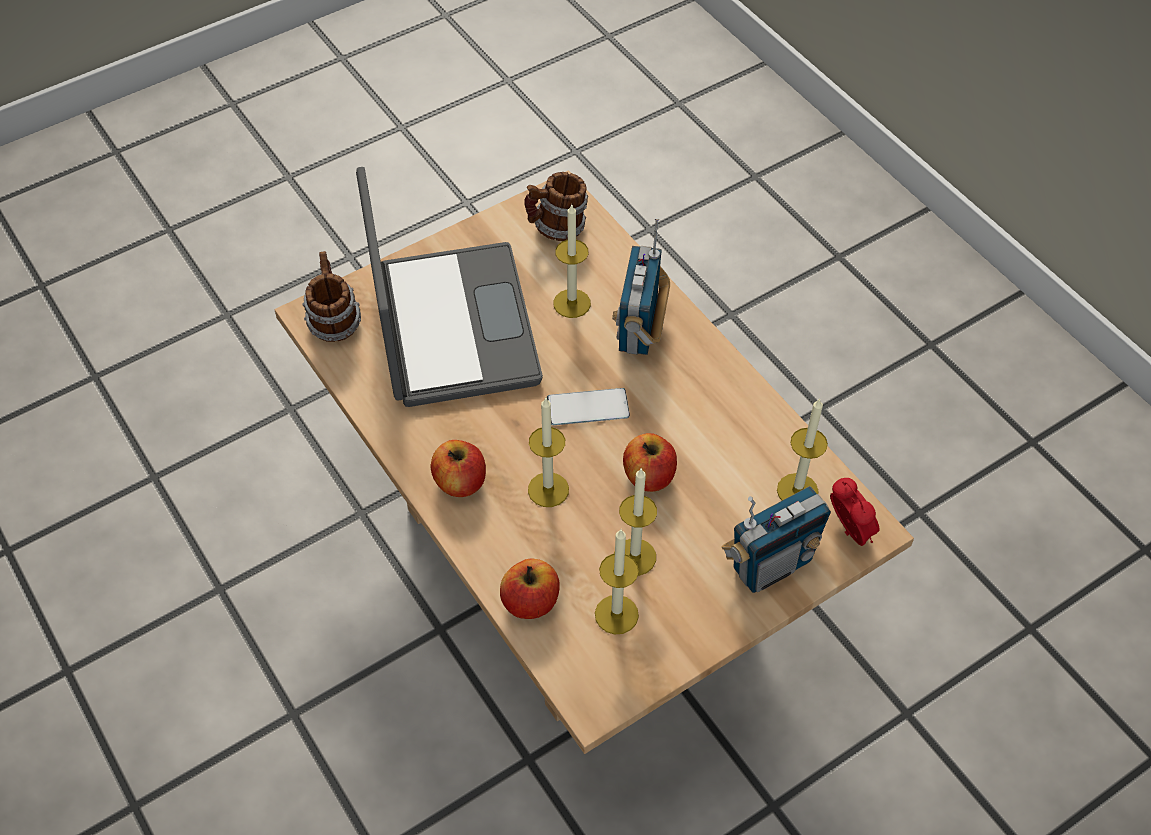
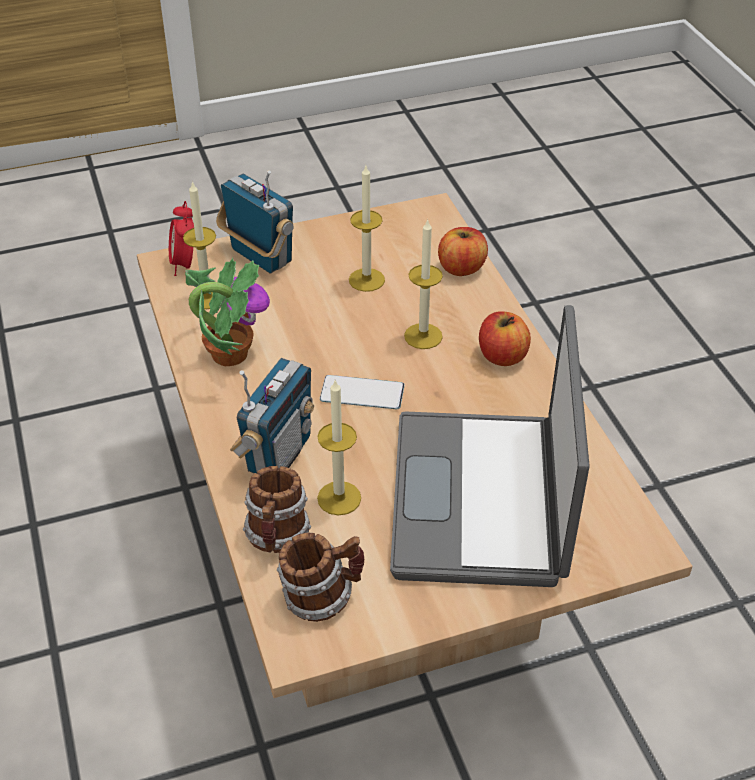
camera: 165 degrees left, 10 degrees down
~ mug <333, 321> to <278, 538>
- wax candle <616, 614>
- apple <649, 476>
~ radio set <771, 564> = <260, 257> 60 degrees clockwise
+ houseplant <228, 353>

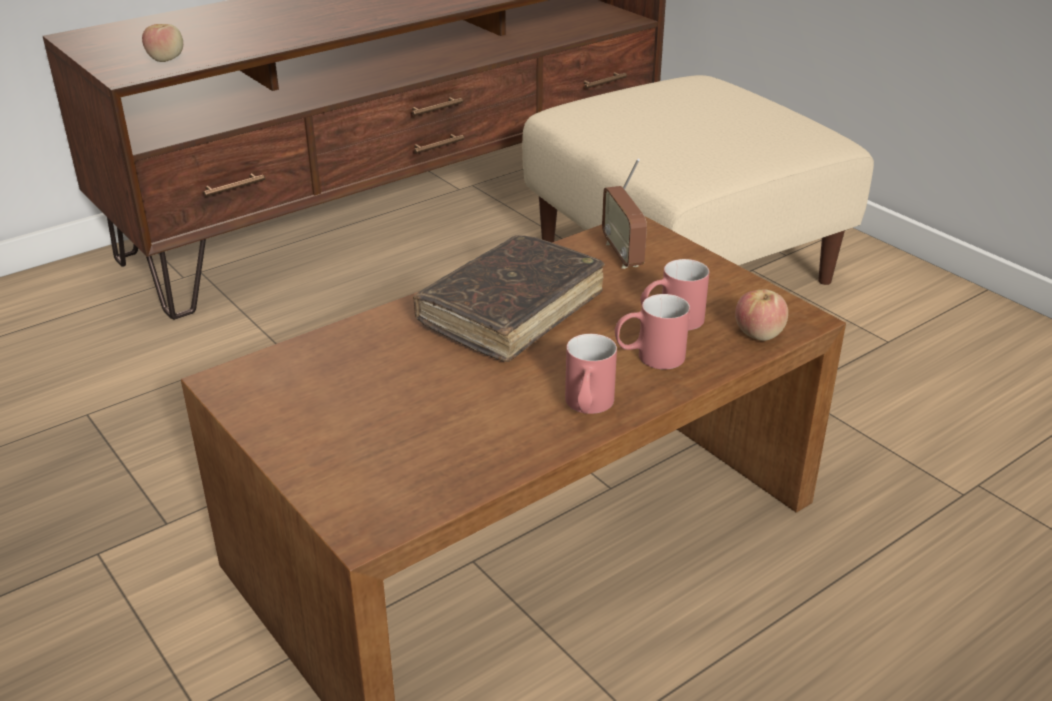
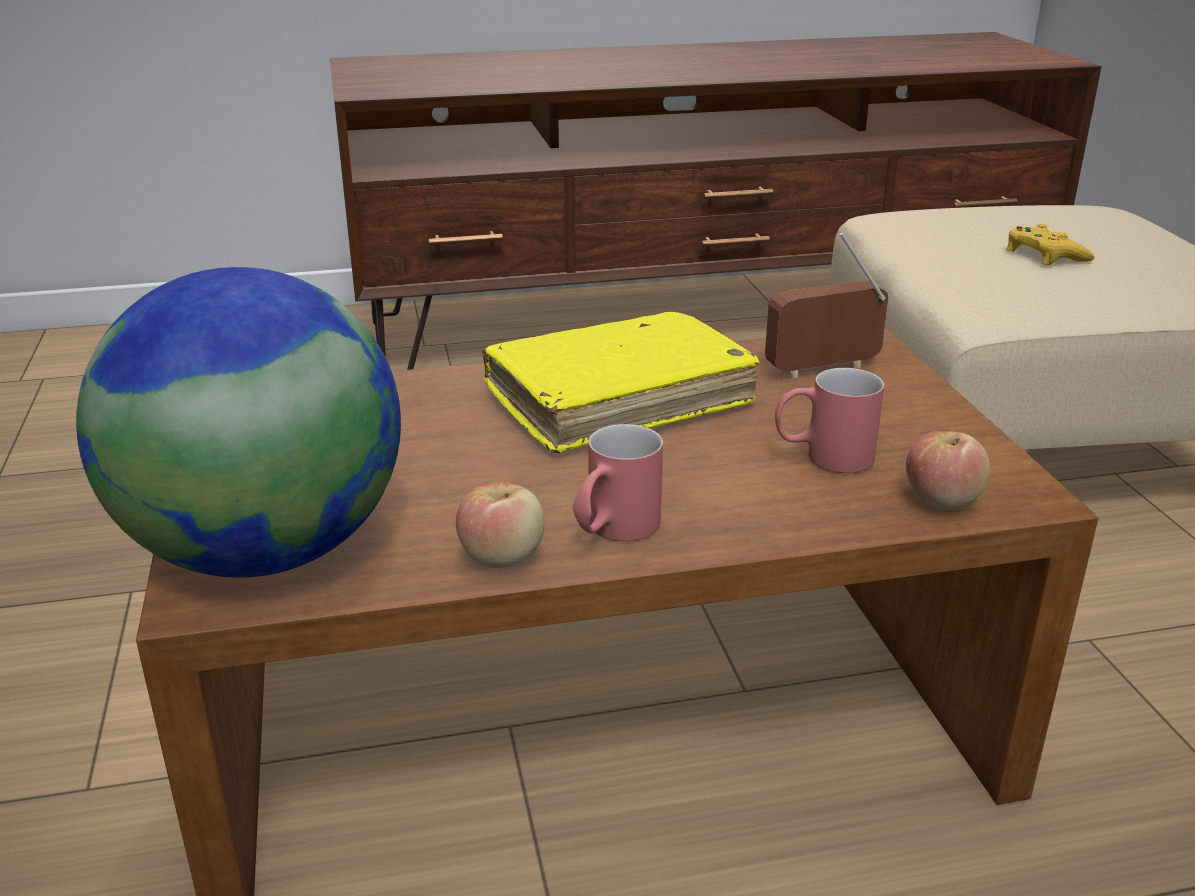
camera: 25 degrees right, 5 degrees down
~ apple <166, 59> to <502, 557>
~ brown-coloured bound book <511, 311> to yellow bound book <619, 400>
~ radio set <623, 254> = <822, 369> 60 degrees clockwise
- red-coloured mug <649, 357>
+ world globe <265, 551>
+ yellow gamepad <1044, 255>

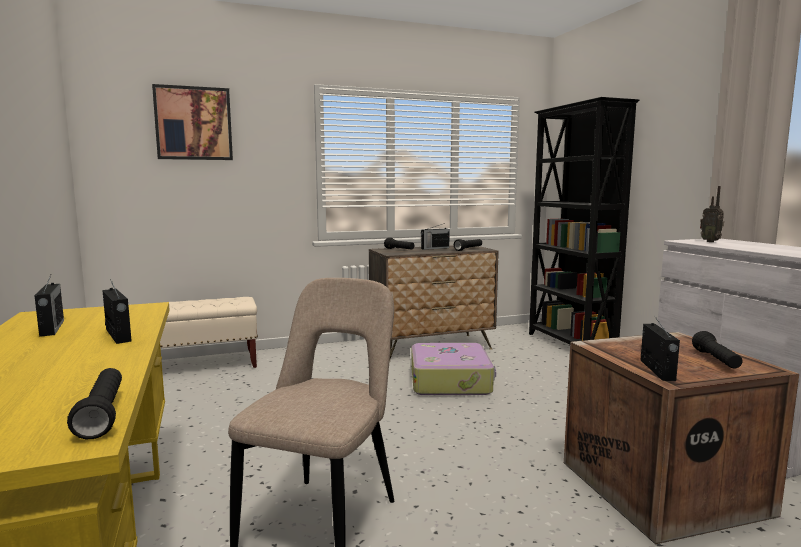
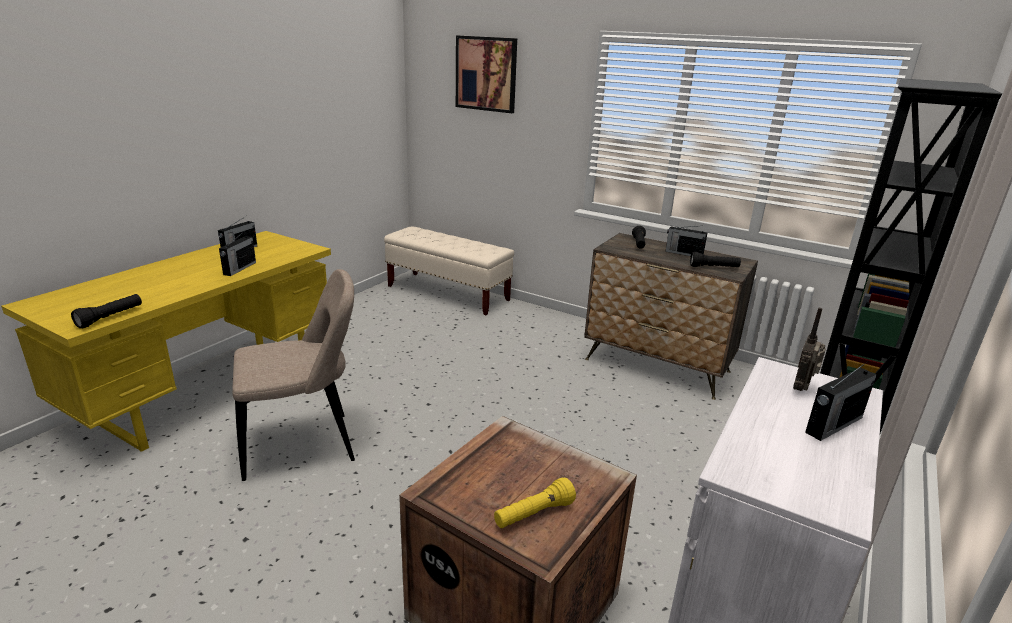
camera: 50 degrees right, 15 degrees up
- suitcase <451, 381>
~ radio set <657, 370> to <833, 425>
~ blackish hand torch <716, 360> to yellow hand torch <533, 514>

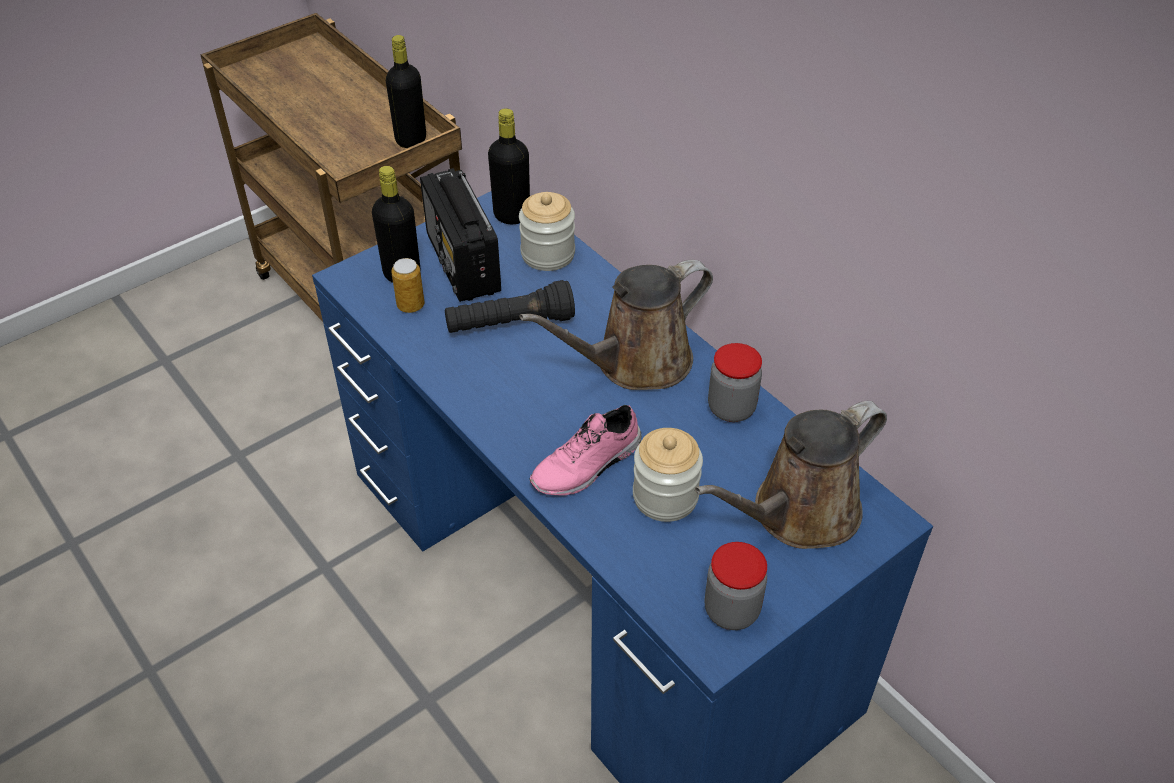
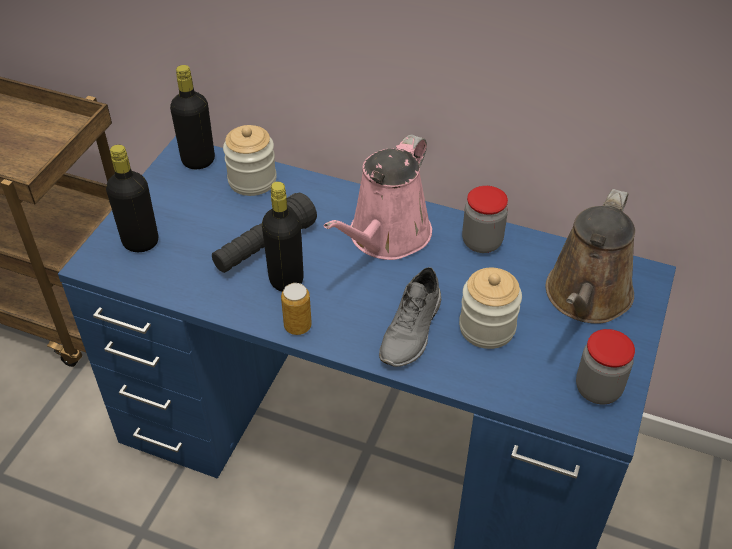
camera: 30 degrees left, 0 degrees up
~ blackish drink bottle <411, 139> to <286, 280>
~ metal can <410, 305> to <297, 326>
- radio set <463, 264>
~ brown-coloured watering can <635, 362> to pink-coloured watering can <386, 237>
~ pink-coloured low shoe <588, 466> to gray low shoe <412, 331>

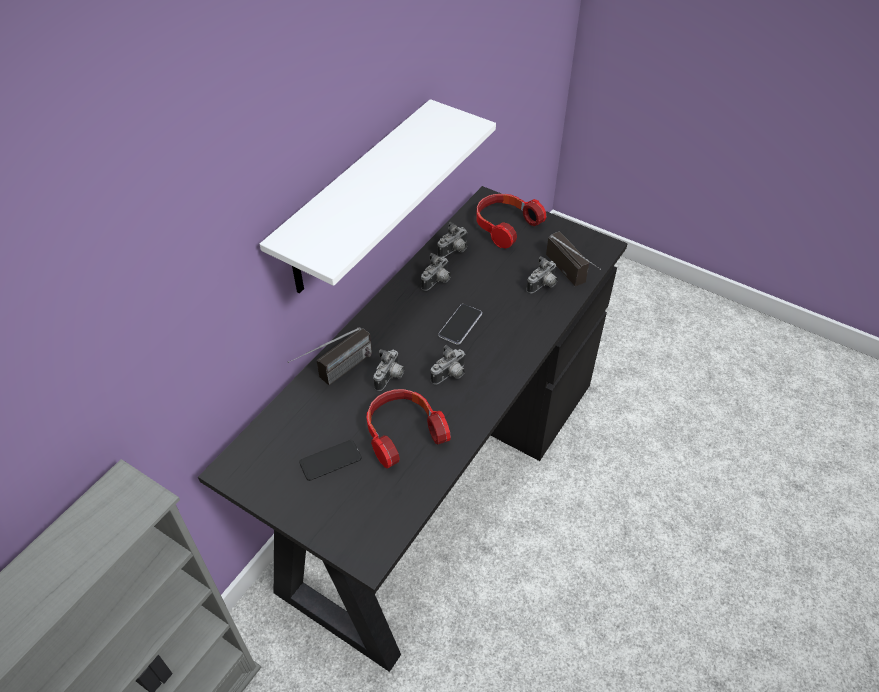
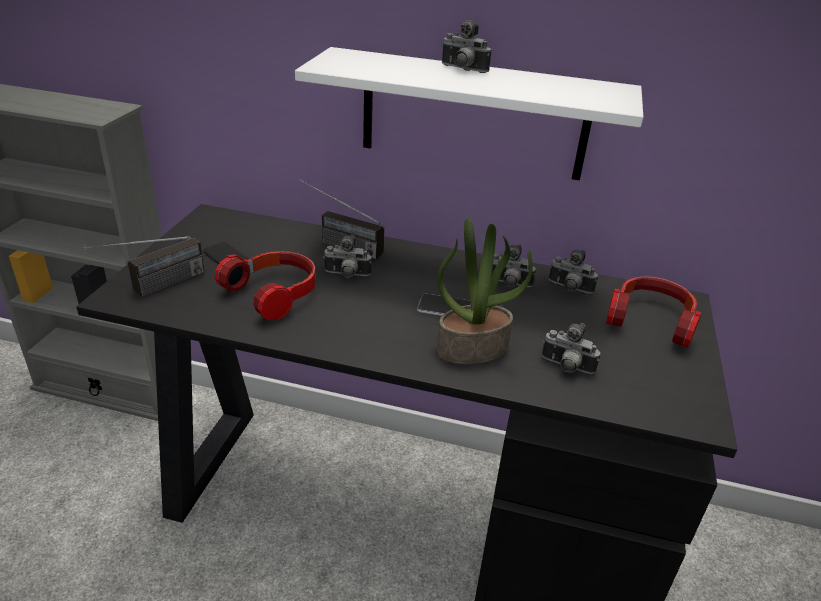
camera: 70 degrees right, 15 degrees down
~ photo camera <450, 376> to <462, 69>
~ radio set <574, 276> to <153, 288>
+ houseplant <473, 347>

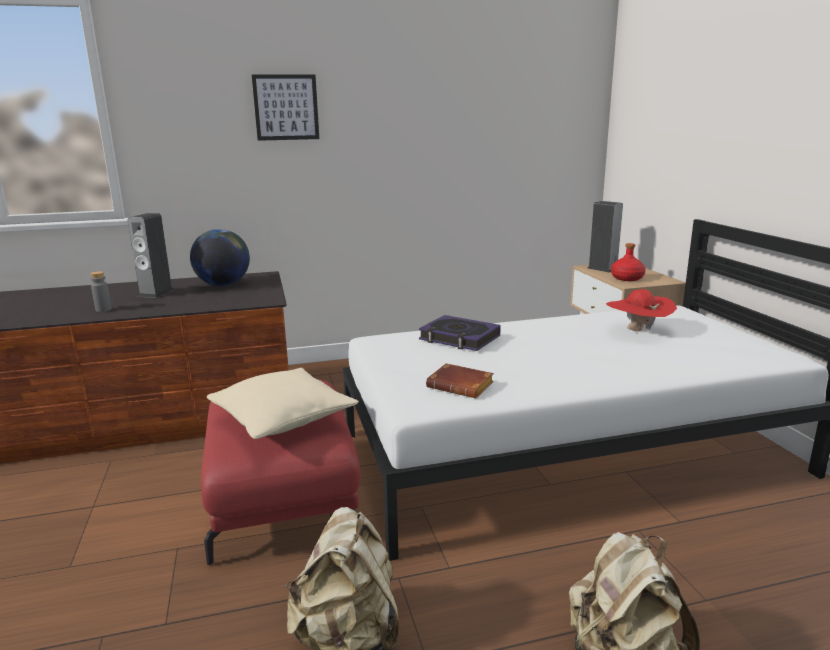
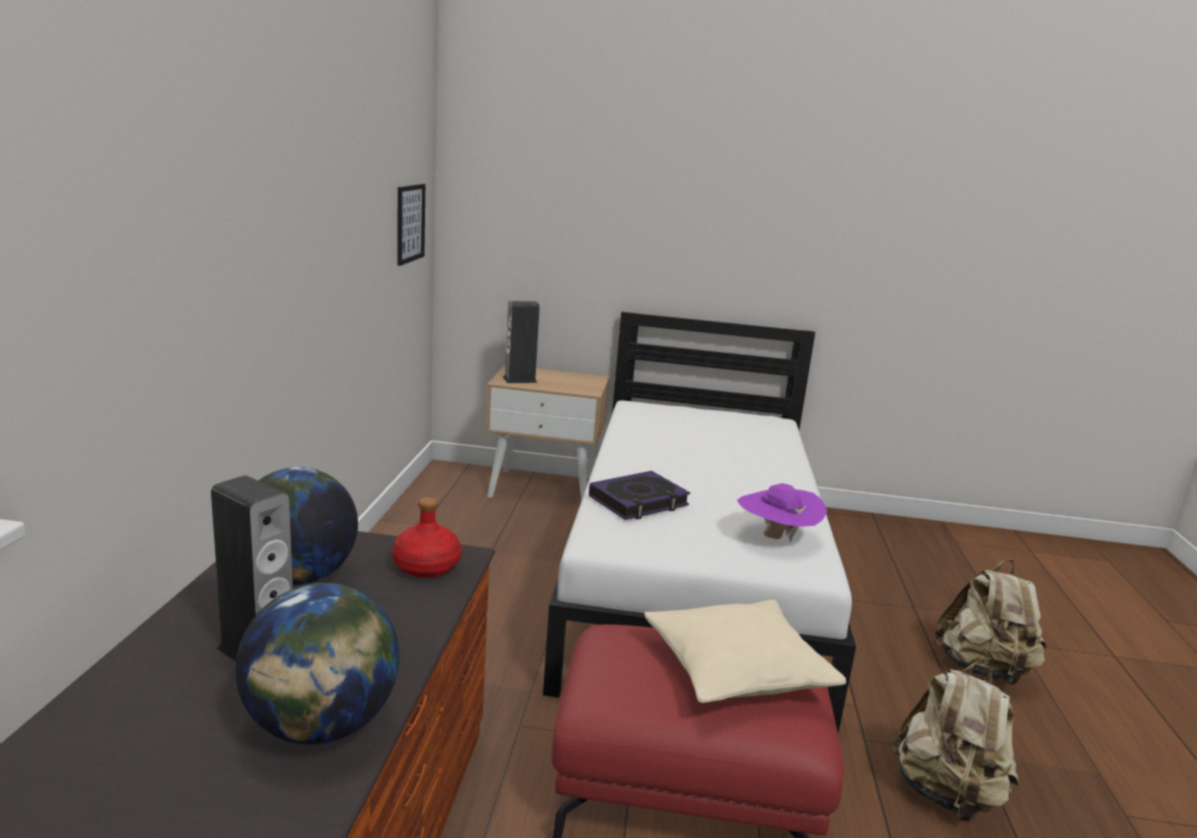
camera: 70 degrees left, 0 degrees up
~ gray drink bottle <103, 309> to world globe <321, 726>
~ picture <286, 107> to <410, 223>
~ brown-coloured bound book <462, 386> to purple clothing hat <776, 538>
- red-coloured clothing hat <637, 331>
~ red-coloured drink bottle <627, 278> to <426, 566>

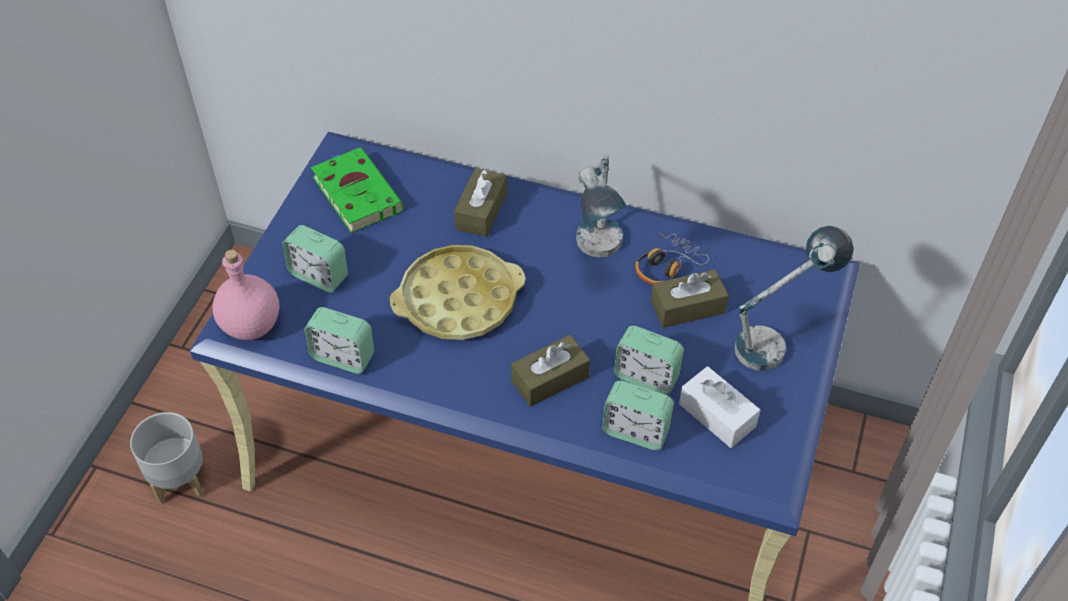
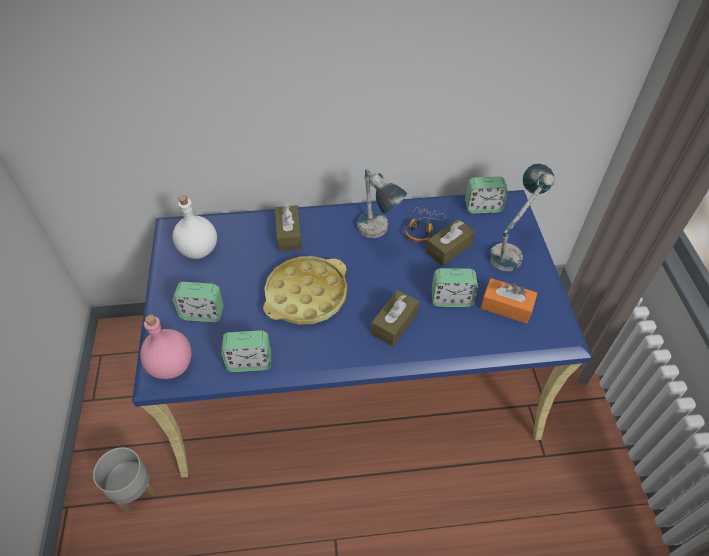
camera: 25 degrees left, 0 degrees up
~ green bound book <355, 192> to white-coloured drink bottle <198, 250>
~ bedside clock <635, 431> to <483, 207>
~ white-coloured box of tissues <717, 415> to orangey box of tissues <506, 306>

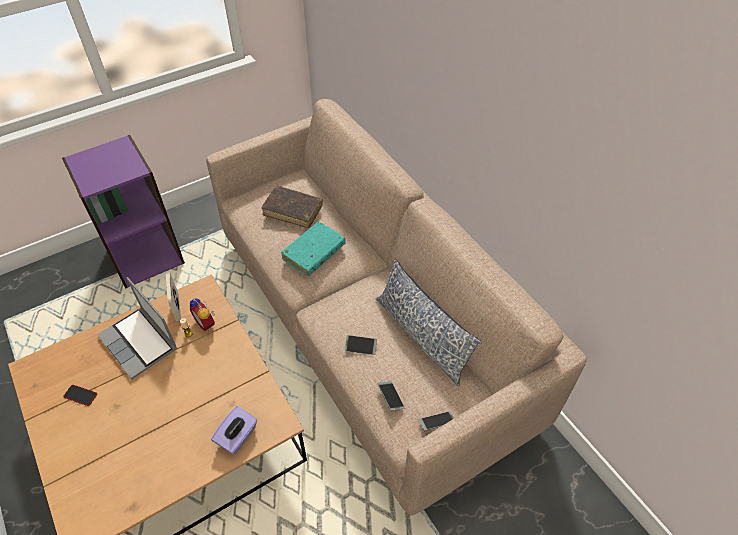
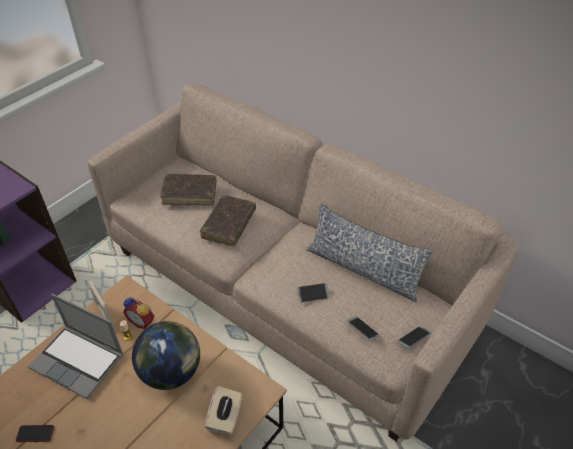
camera: 20 degrees left, 5 degrees down
~ purple box of tissues <238, 437> to beige box of tissues <225, 418>
~ turquoise bound book <314, 253> to brown-coloured bound book <229, 225>
+ world globe <171, 372>

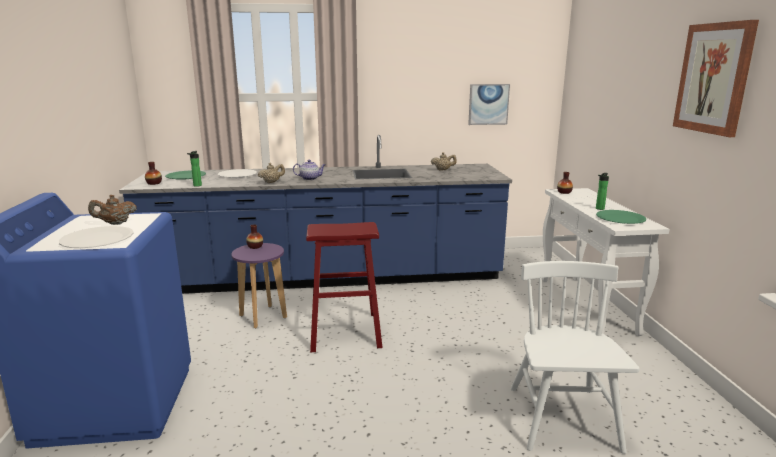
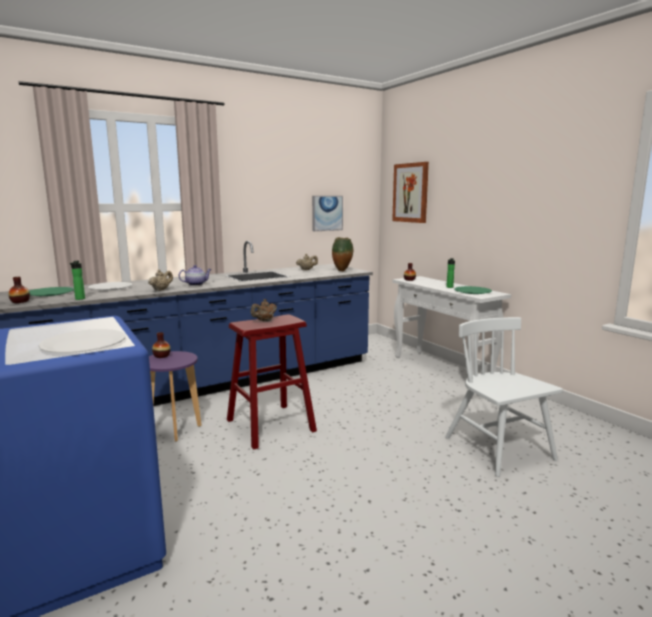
camera: 25 degrees left, 5 degrees down
~ brown-coloured teapot <115, 223> to <264, 321>
~ picture <714, 78> to <410, 193>
+ vase <342, 271>

